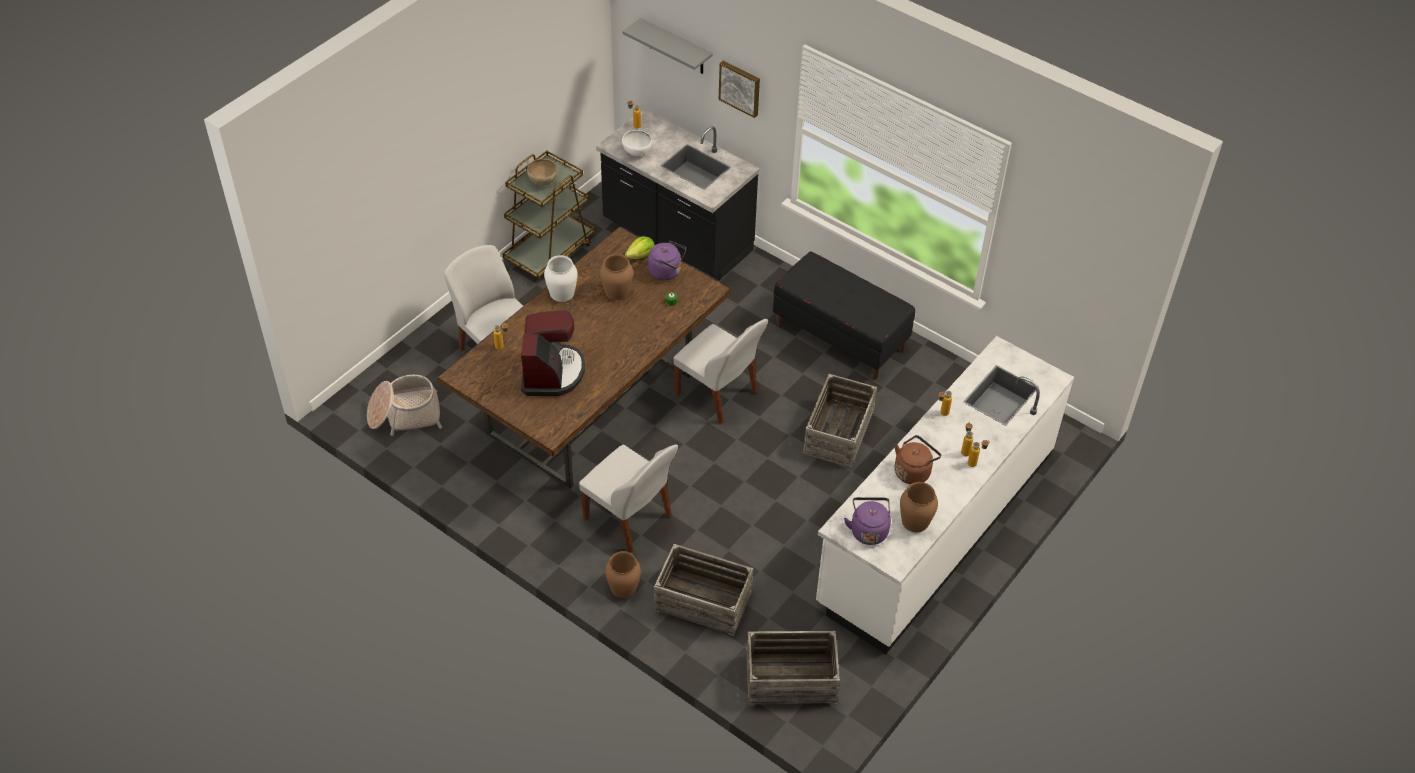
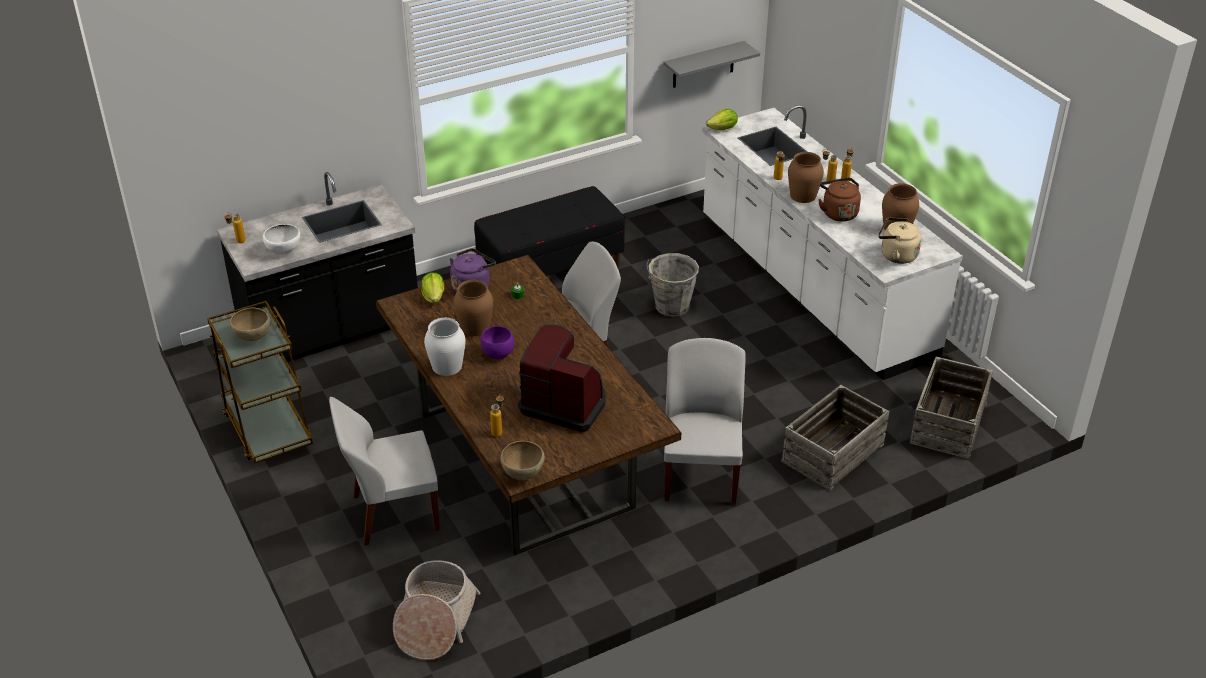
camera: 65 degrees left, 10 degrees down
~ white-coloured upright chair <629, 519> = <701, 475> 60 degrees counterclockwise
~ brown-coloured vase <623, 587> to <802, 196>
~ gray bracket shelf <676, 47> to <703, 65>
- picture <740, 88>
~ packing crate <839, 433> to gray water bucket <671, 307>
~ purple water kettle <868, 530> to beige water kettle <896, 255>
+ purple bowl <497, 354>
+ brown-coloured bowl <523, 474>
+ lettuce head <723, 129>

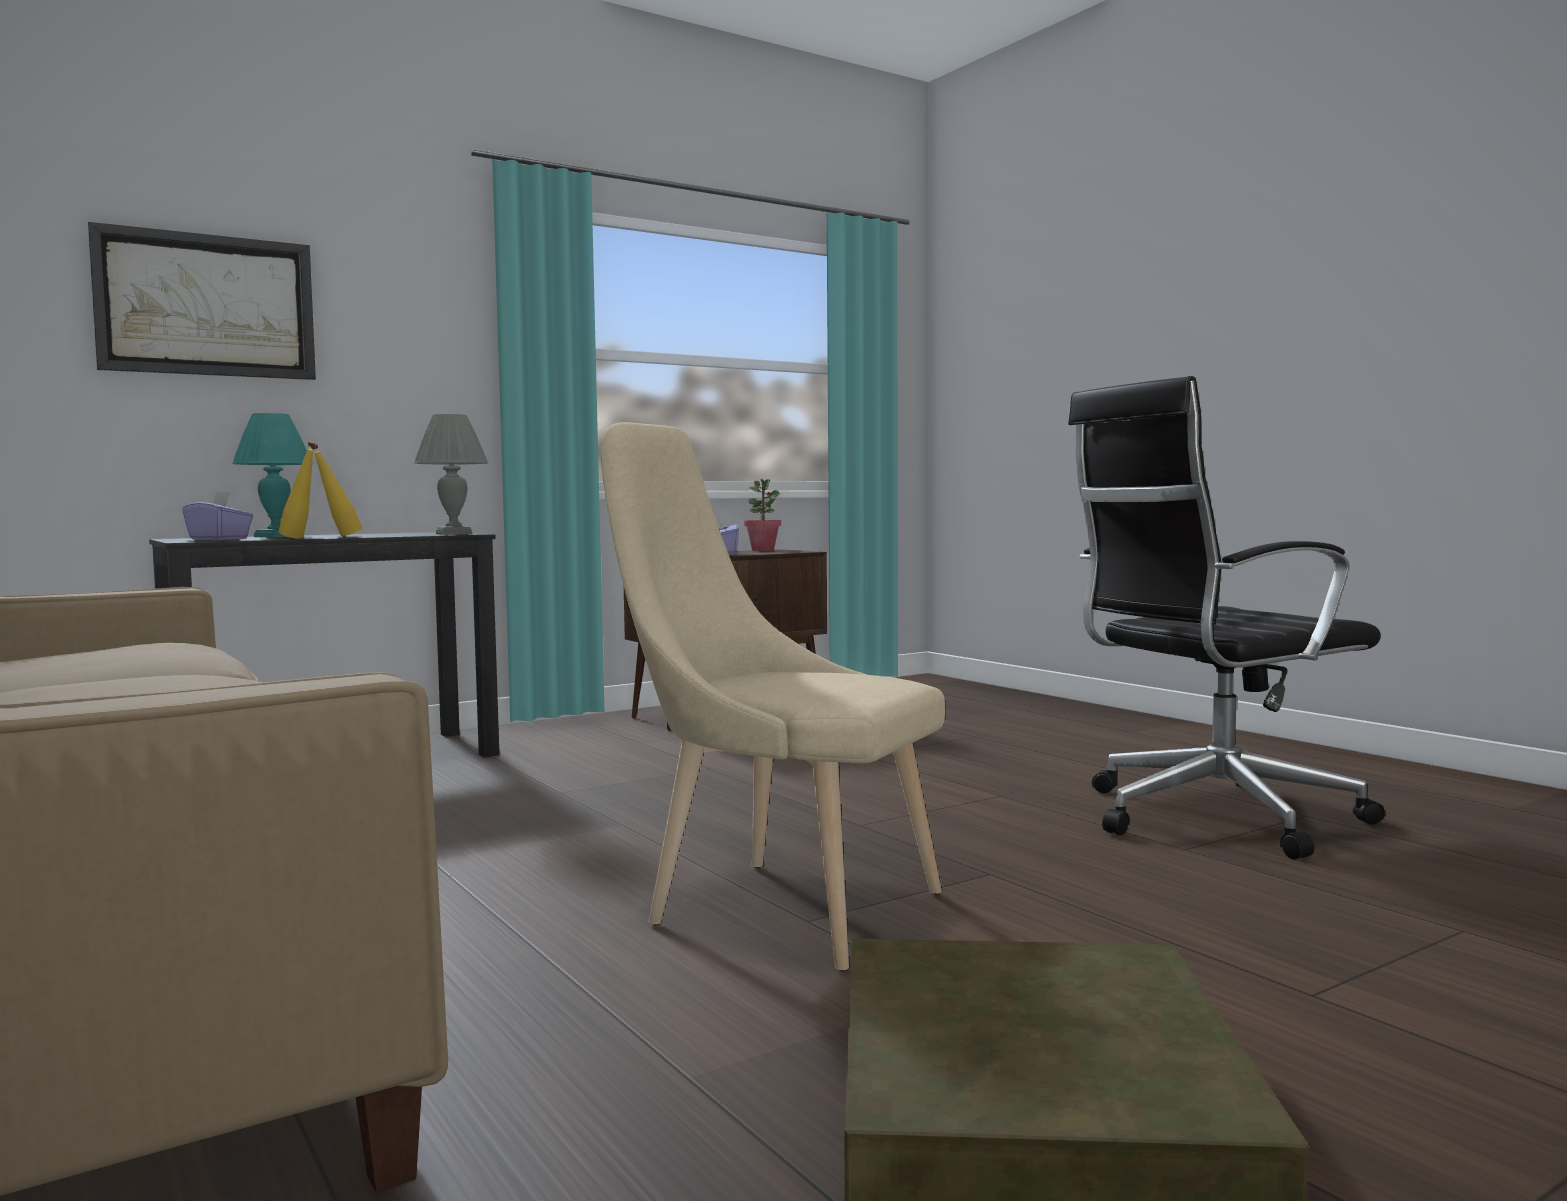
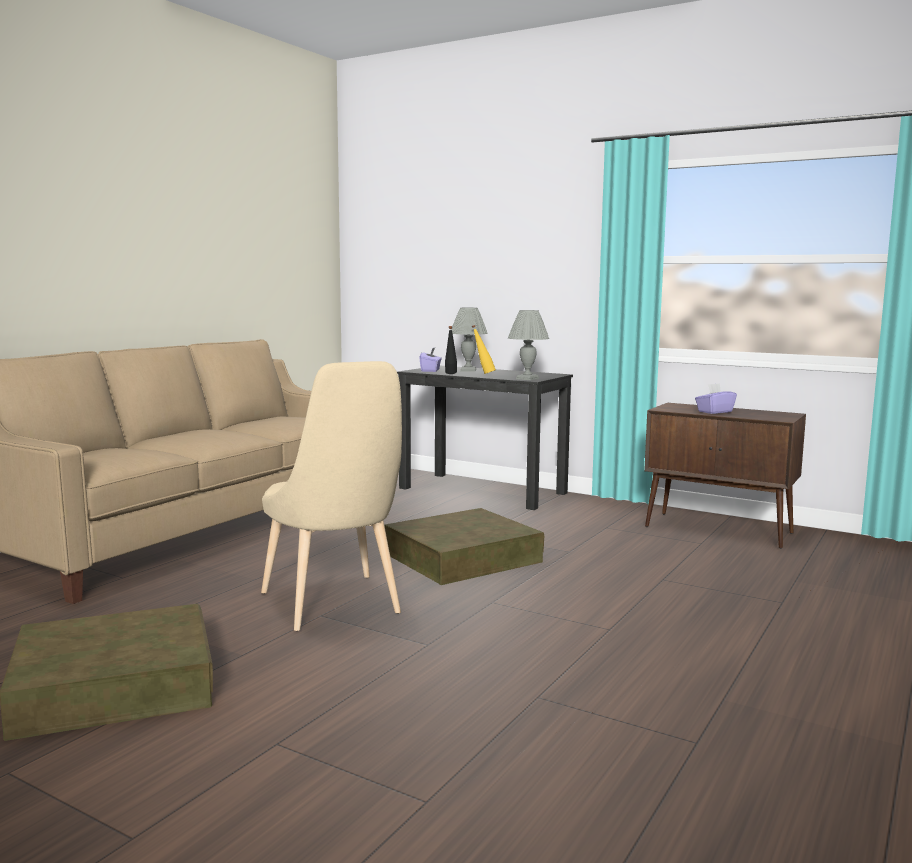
camera: 65 degrees right, 5 degrees up
- picture <206, 305>
~ turquoise lamp for a table <277, 536> to gray lamp for a table <468, 370>
~ yellow drink bottle <301, 538> to blackish drink bottle <450, 374>
~ beige upright chair <778, 907> = <335, 606> 150 degrees clockwise
- houseplant <763, 550>
- blackish desk chair <1212, 817>
+ brown-coloured storage box <462, 557>

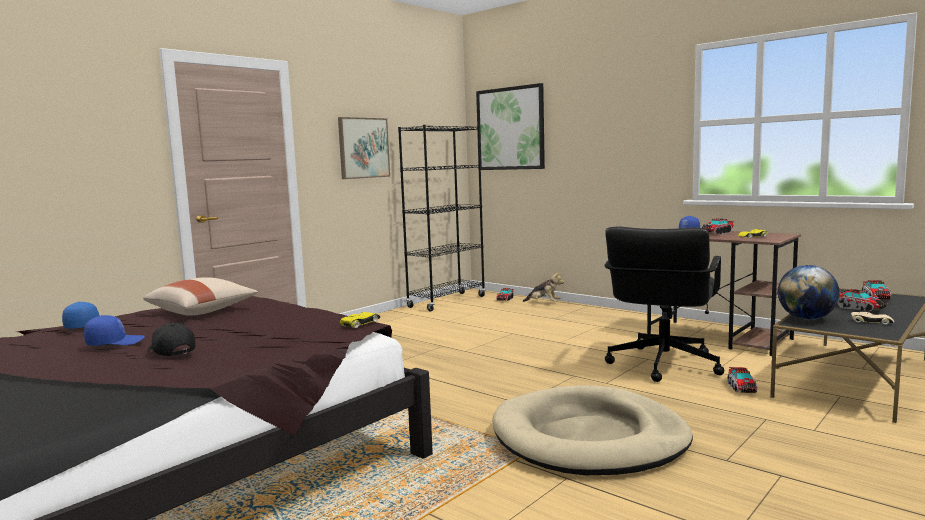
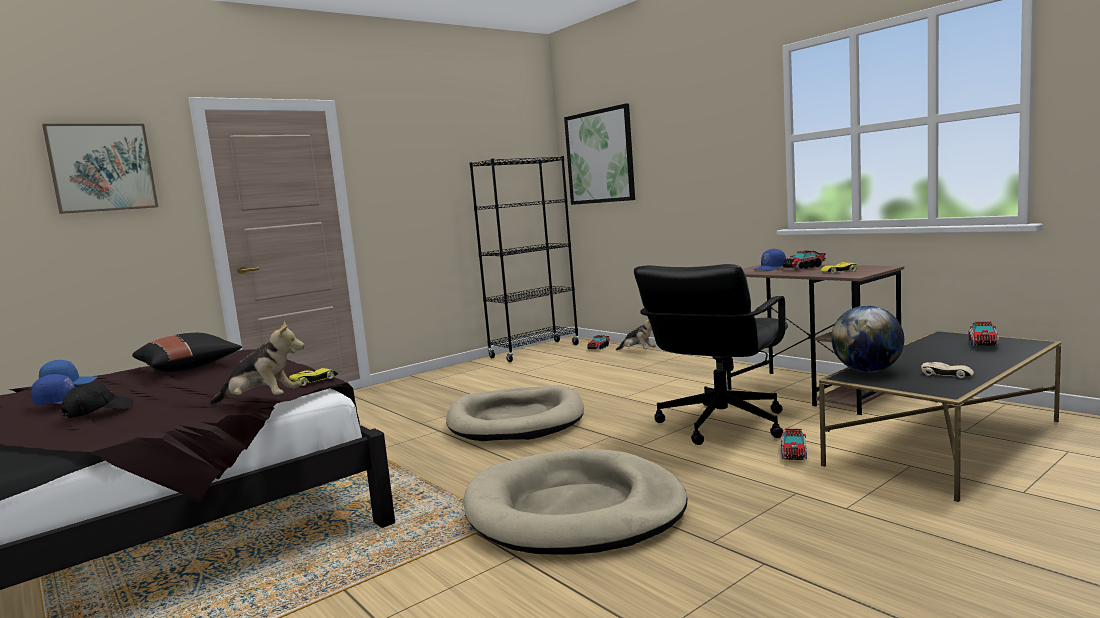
camera: 10 degrees right, 0 degrees up
~ beige pillow <203, 311> to blackish pillow <189, 368>
~ blackish peaked cap <170, 351> = <98, 411> 75 degrees clockwise
~ picture <363, 148> to <102, 167>
- model truck <857, 308>
+ cuddly toy <261, 401>
+ beige dog cushion <516, 420>

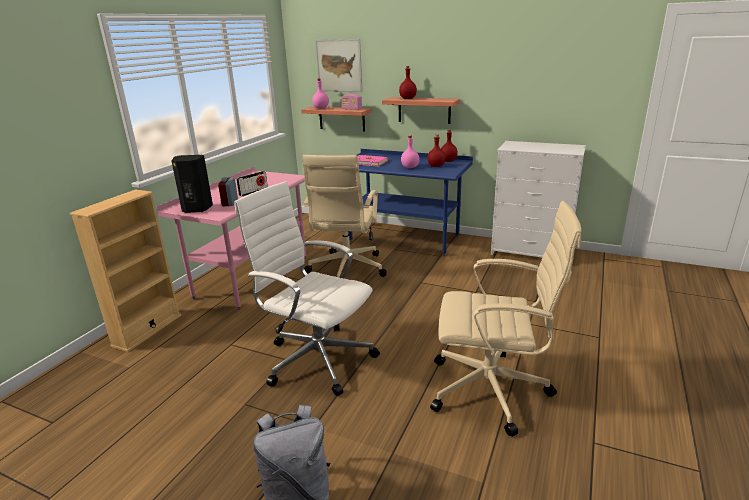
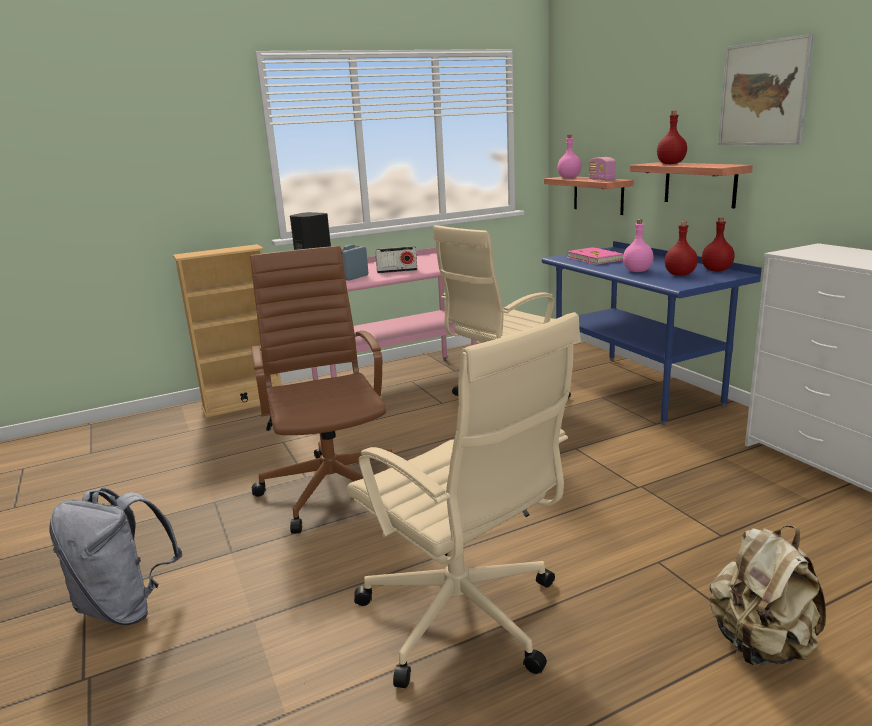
camera: 40 degrees right, 5 degrees down
~ white-coloured desk chair <317, 358> to brown-coloured desk chair <332, 487>
~ picture <339, 66> to <763, 94>
+ beige knapsack <761, 645>

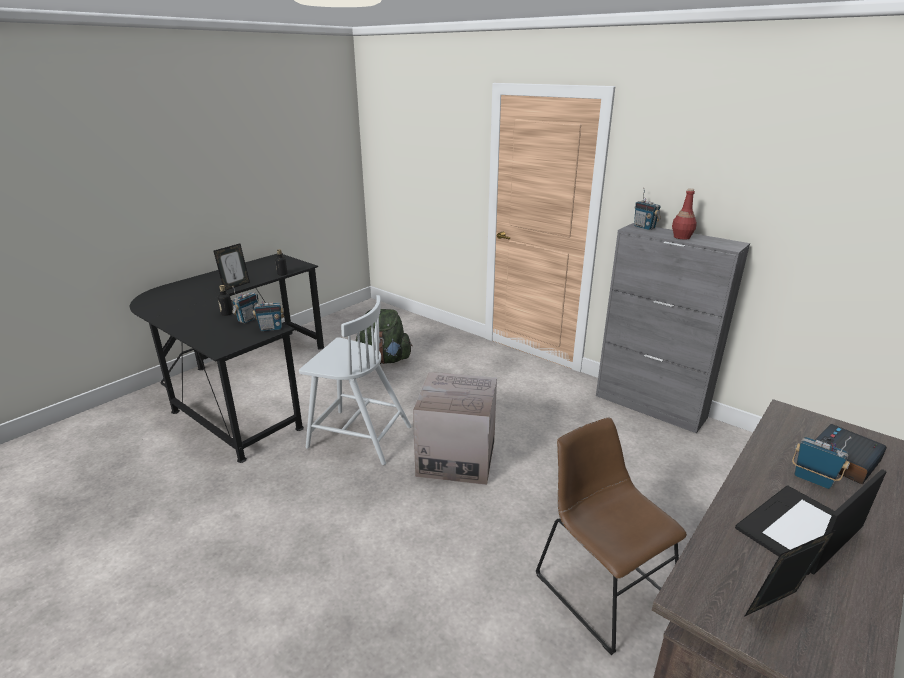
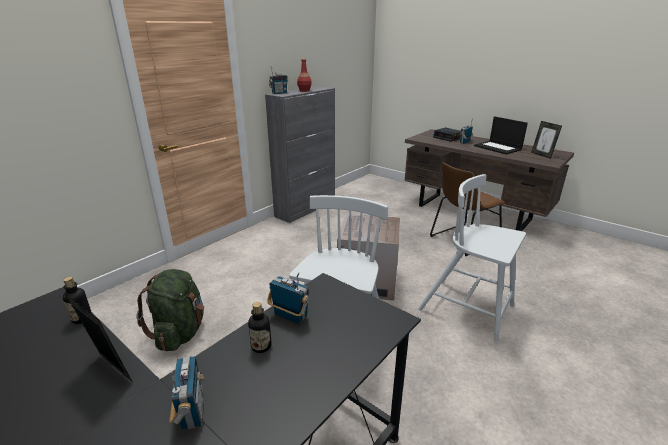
camera: 90 degrees left, 0 degrees up
~ radio set <271, 328> to <191, 412>
+ white-coloured upright chair <468, 309>

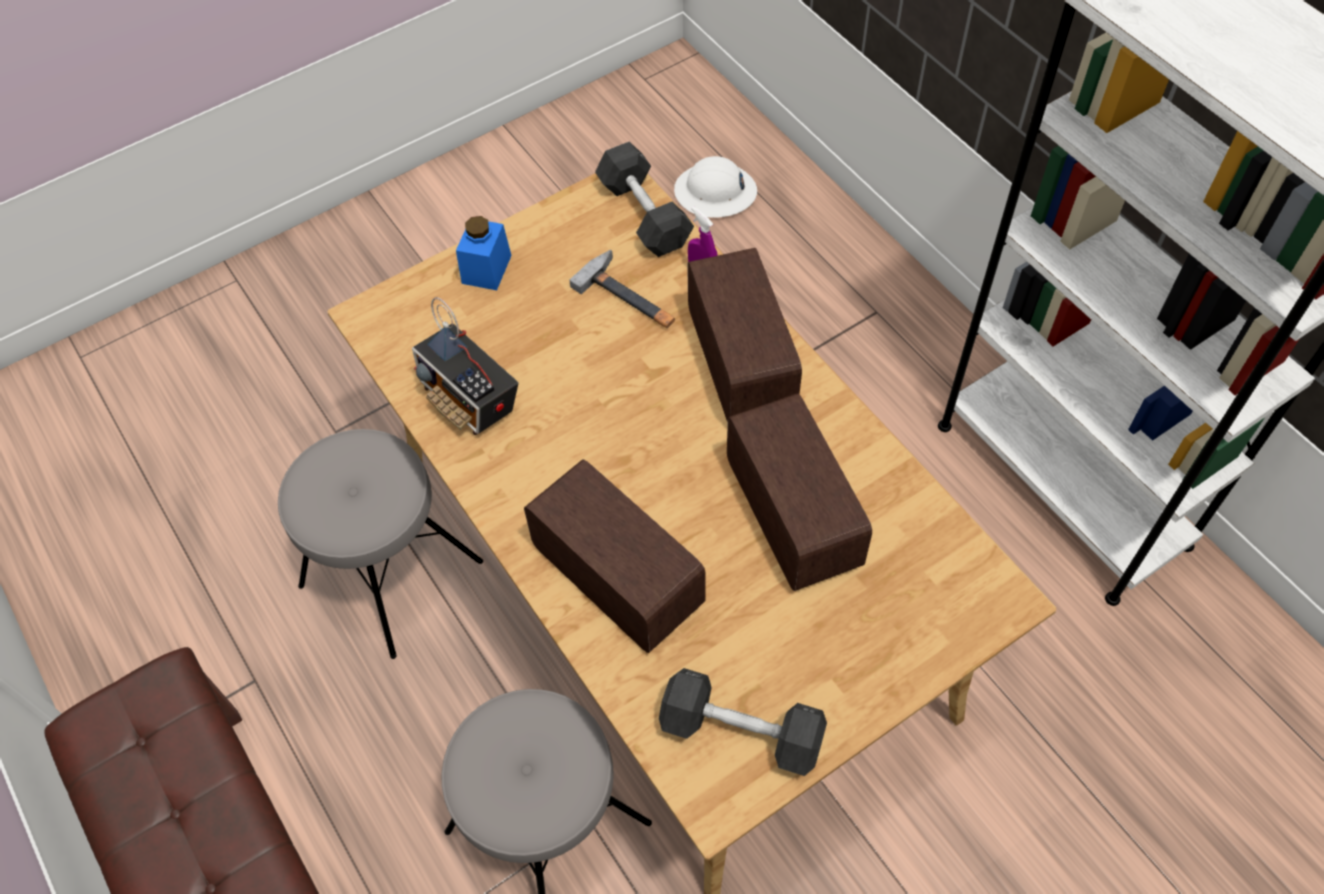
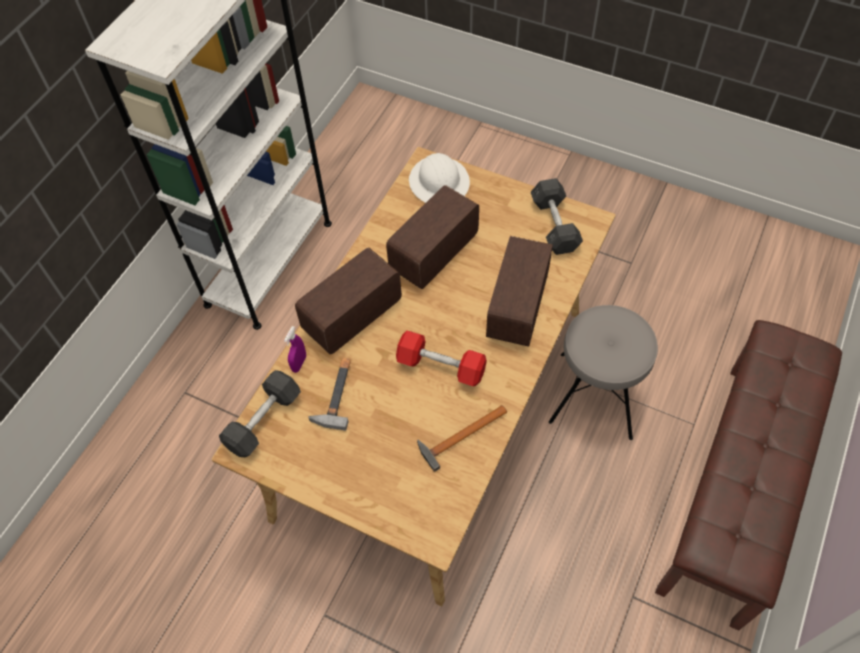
camera: 120 degrees left, 0 degrees up
- gray stool seat <391, 573>
~ radio set <470, 399> to tool hammer <460, 436>
- bluish jar <486, 269>
~ white-coloured work helmet <715, 192> to <439, 182>
+ red-coloured hand weight <441, 366>

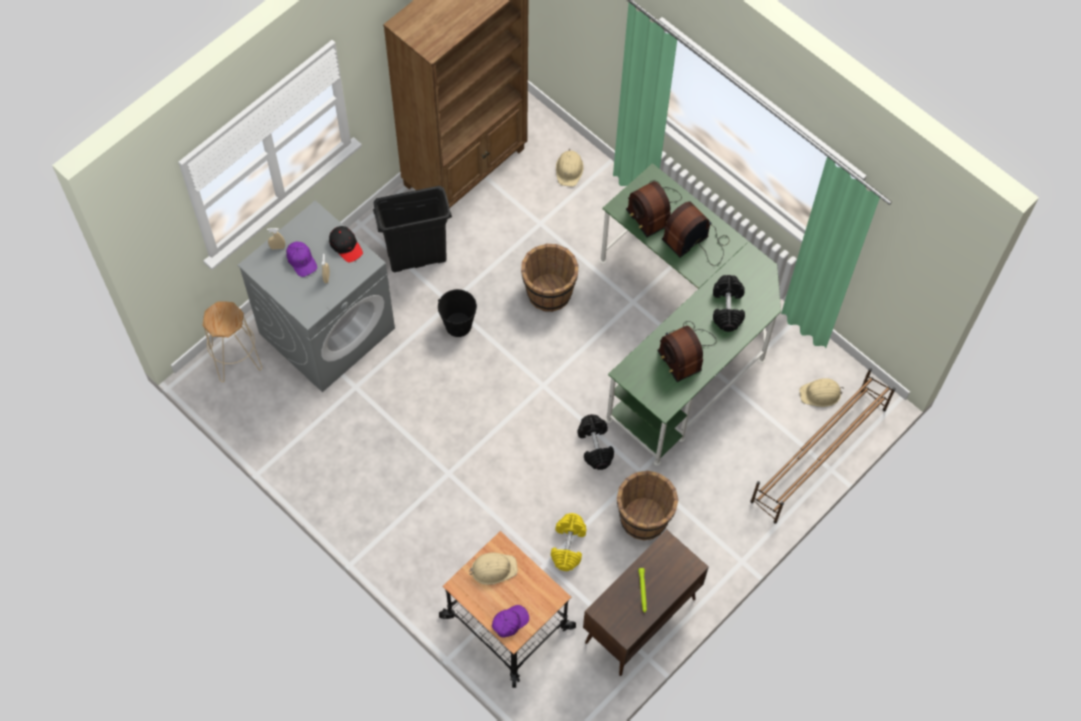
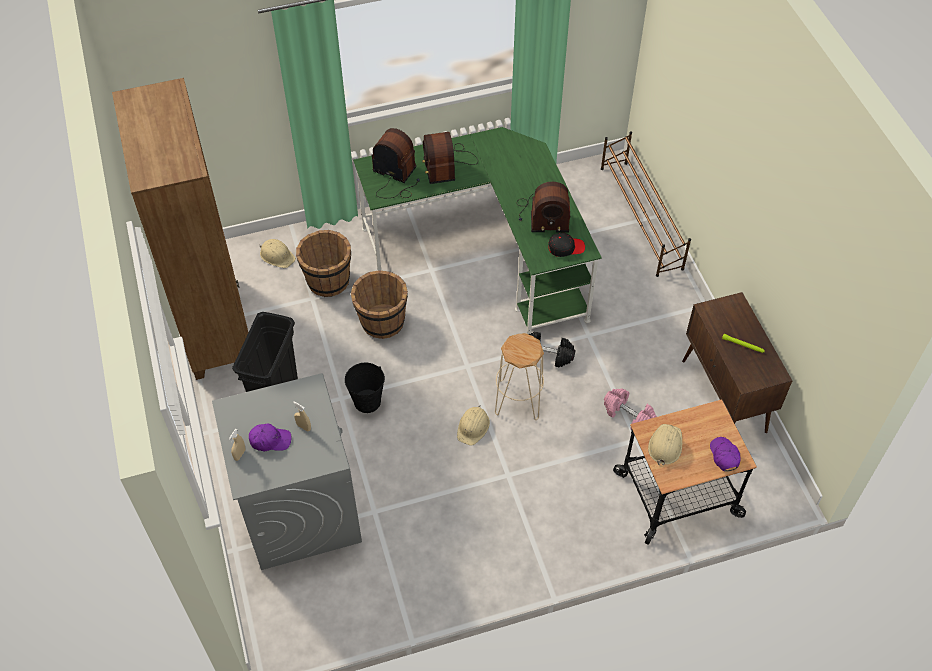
camera: 60 degrees left, 10 degrees down
~ beige stool seat <235, 358> to <518, 400>
~ blackish peaked cap <346, 246> to <565, 247>
~ yellow hand weight <568, 545> to pink-coloured hand weight <628, 416>
~ brown-coloured water bucket <644, 518> to <328, 280>
~ radio set <652, 208> = <395, 178> 150 degrees counterclockwise
- blackish hand weight <727, 308>
~ beige work helmet <820, 394> to <473, 427>

